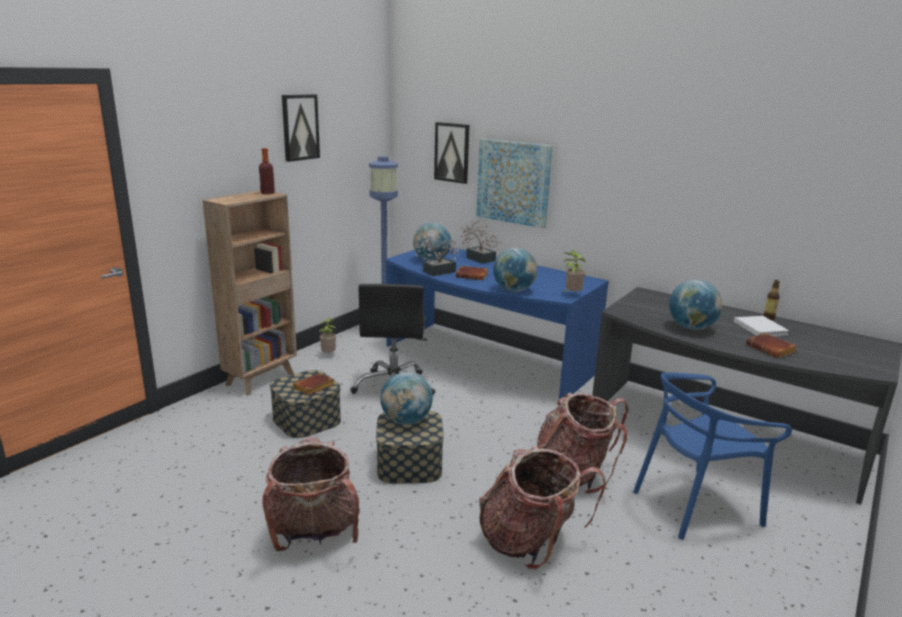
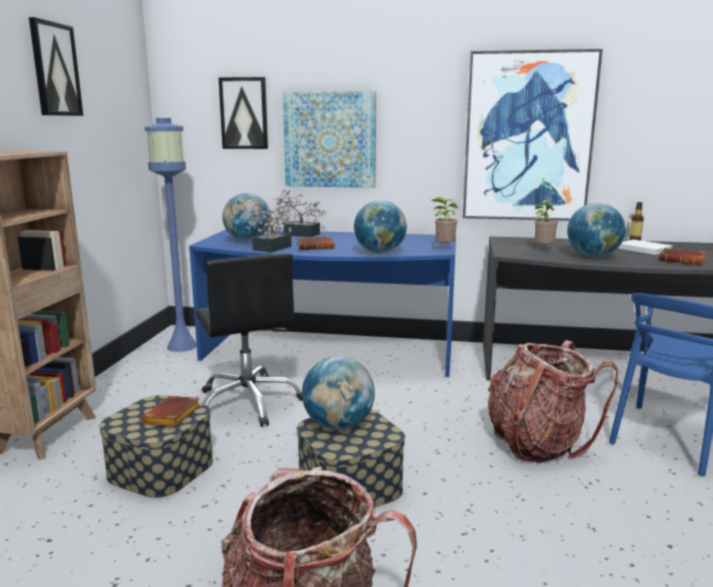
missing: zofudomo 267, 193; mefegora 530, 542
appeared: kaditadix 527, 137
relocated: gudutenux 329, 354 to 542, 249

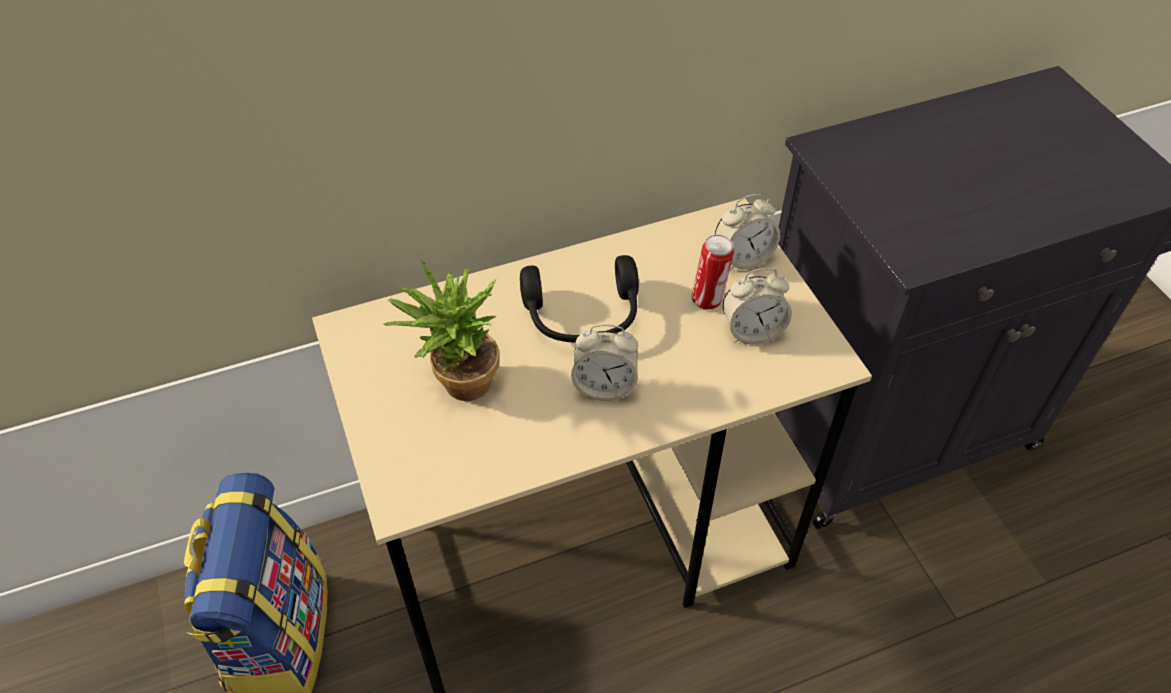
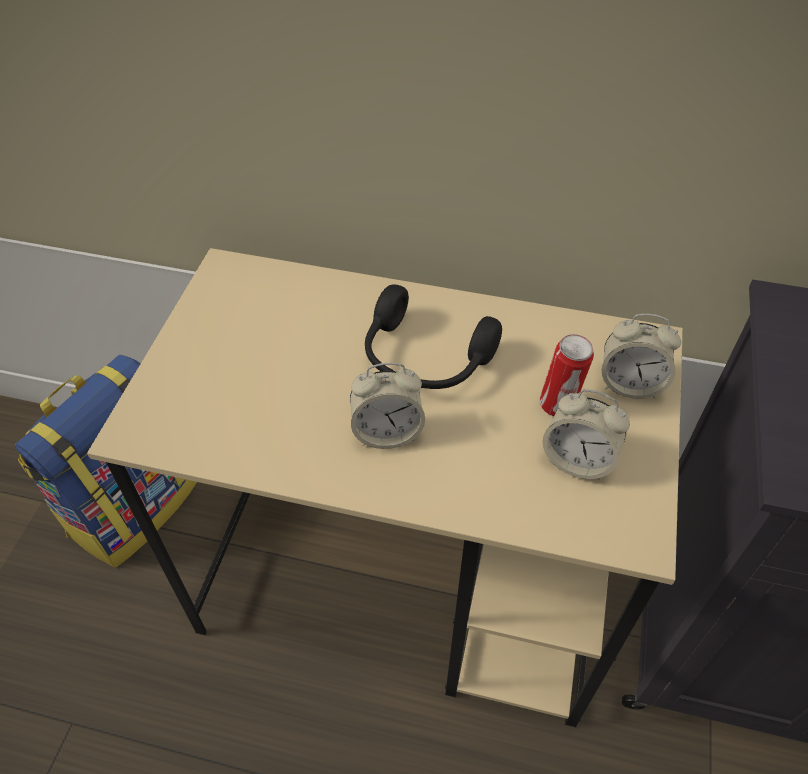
missing: gudutenux 457, 385
spun: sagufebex 604, 386 = 387, 432 45 degrees counterclockwise

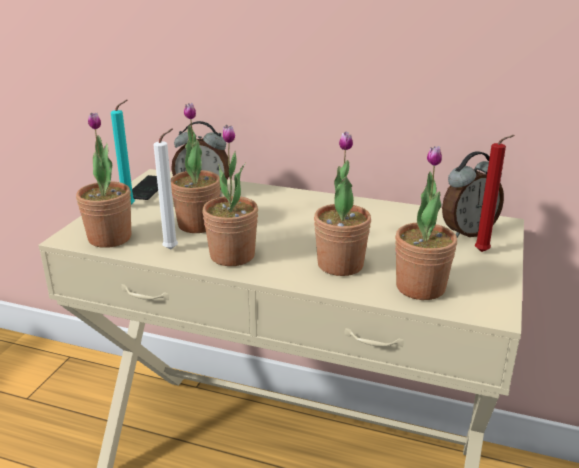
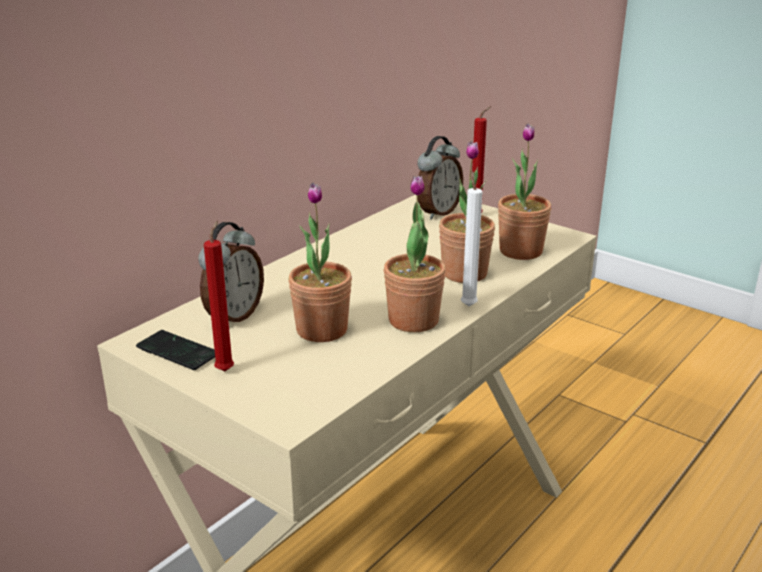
missing: gudutenux 110, 238
relocated: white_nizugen 173, 249 to 468, 305
colour: turquoise_nizugen 131, 206 to red_nizugen 226, 369
spun: sagufebex 467, 232 = 437, 212 45 degrees clockwise

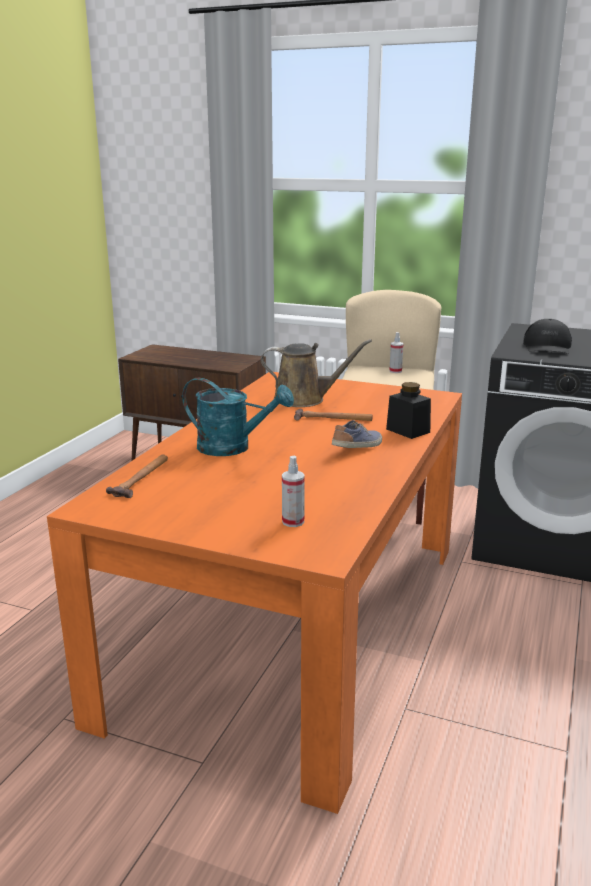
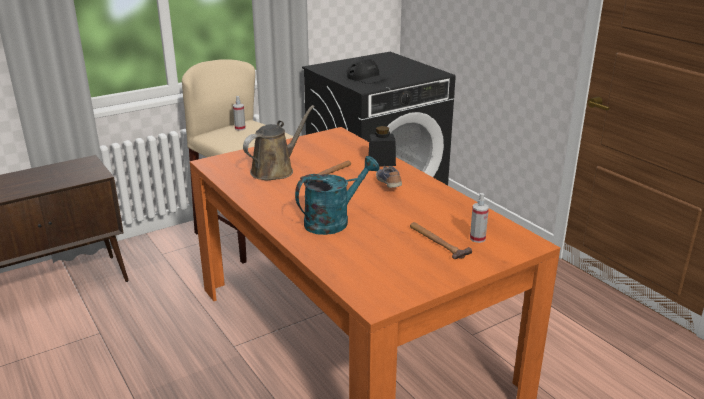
relocated: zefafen 142, 478 to 437, 242

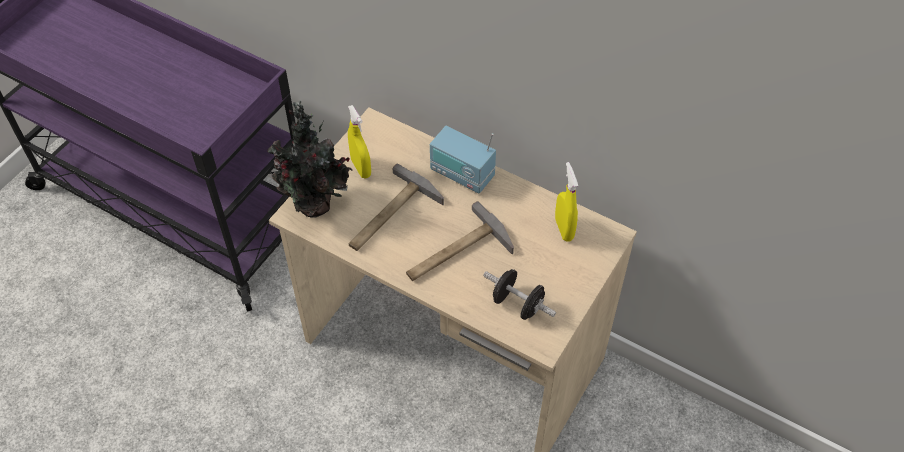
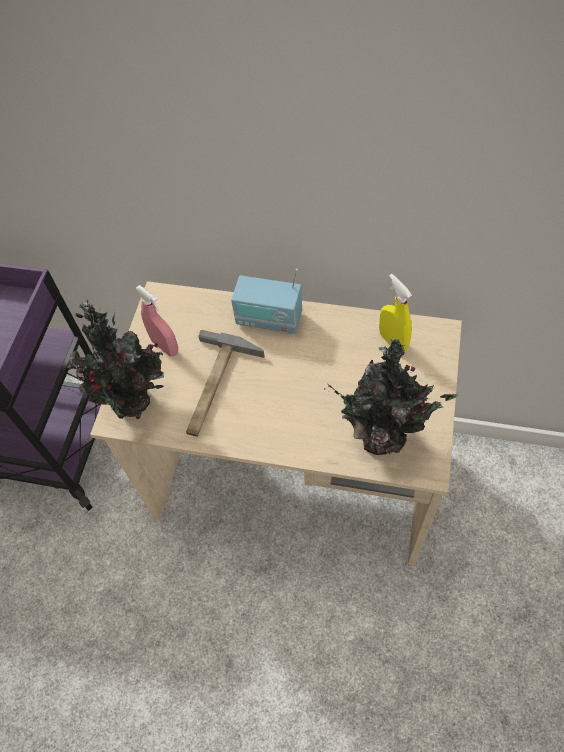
missing: zefafen 456, 253
exchanged: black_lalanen 517, 304 to gudutenux 383, 436
colour: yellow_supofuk 361, 168 to pink_supofuk 165, 346

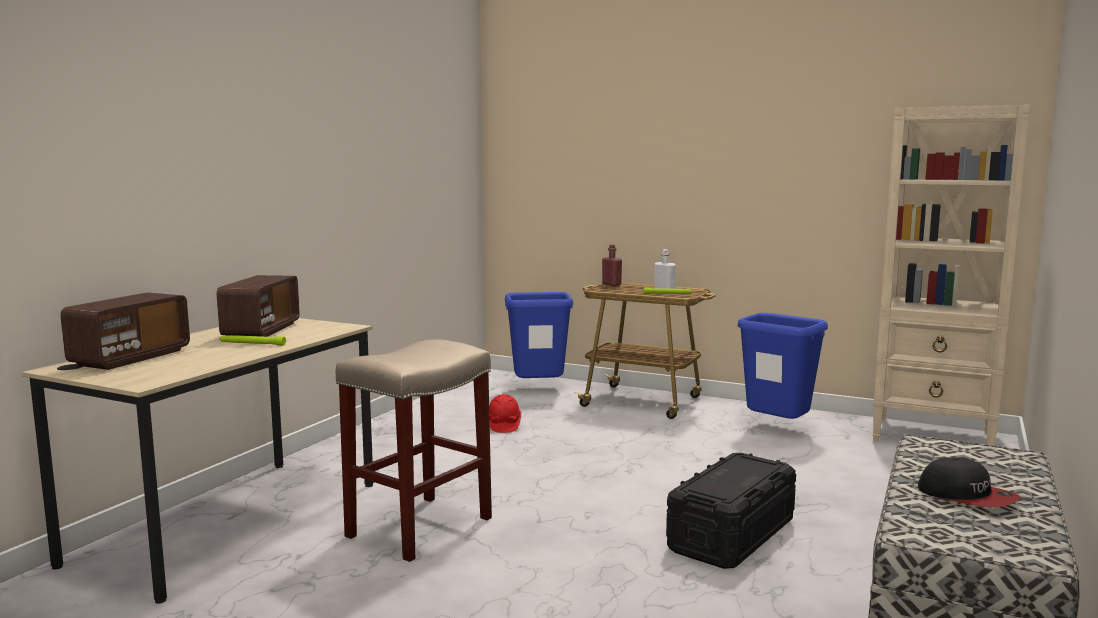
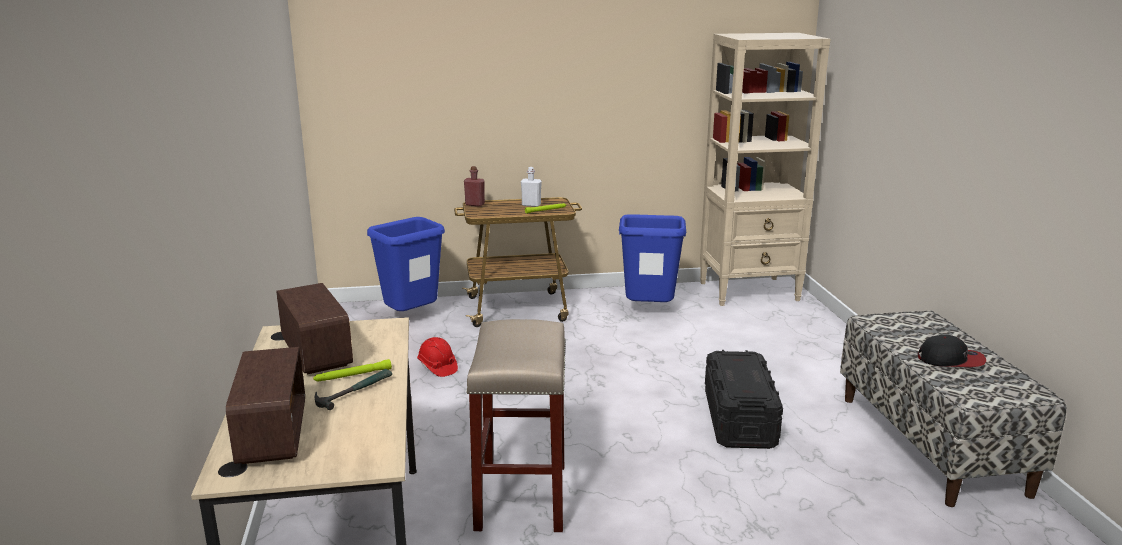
appeared: zefafen 354, 392

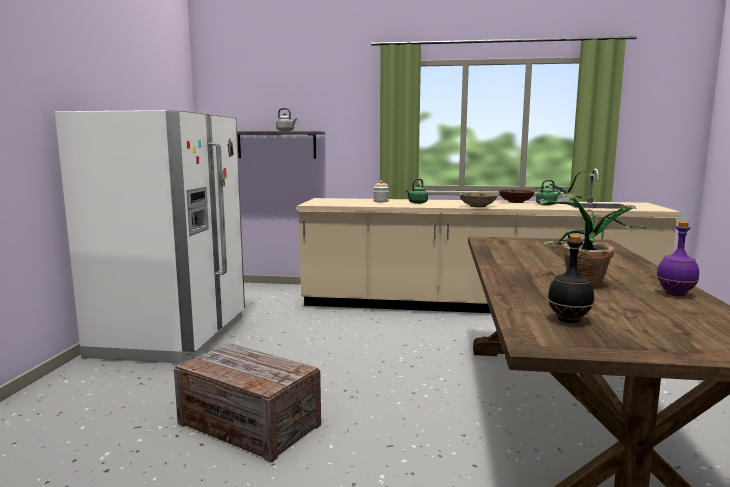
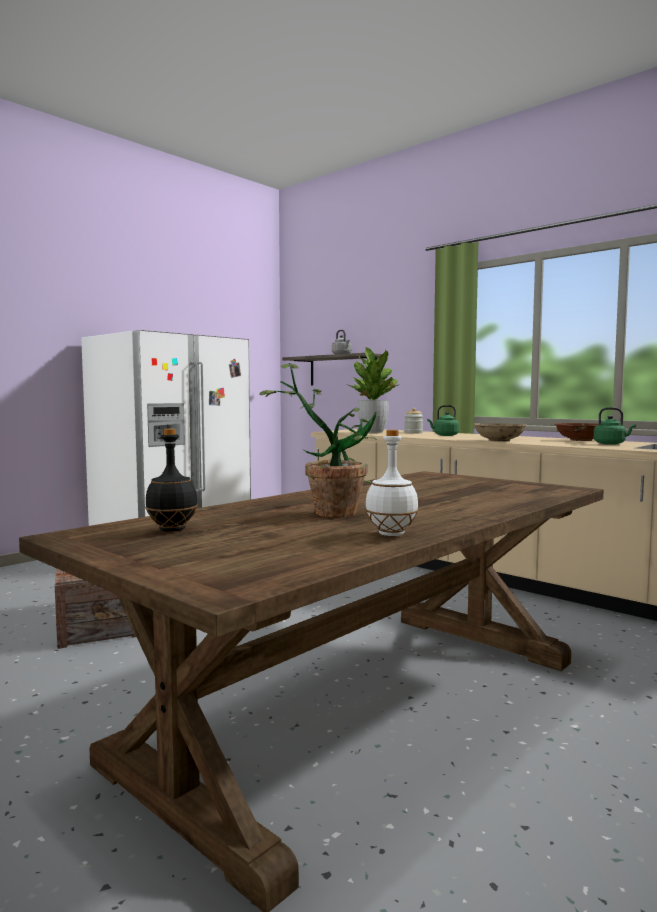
appeared: gudutenux 373, 432
colour: purple_zofudomo 674, 294 to white_zofudomo 390, 534

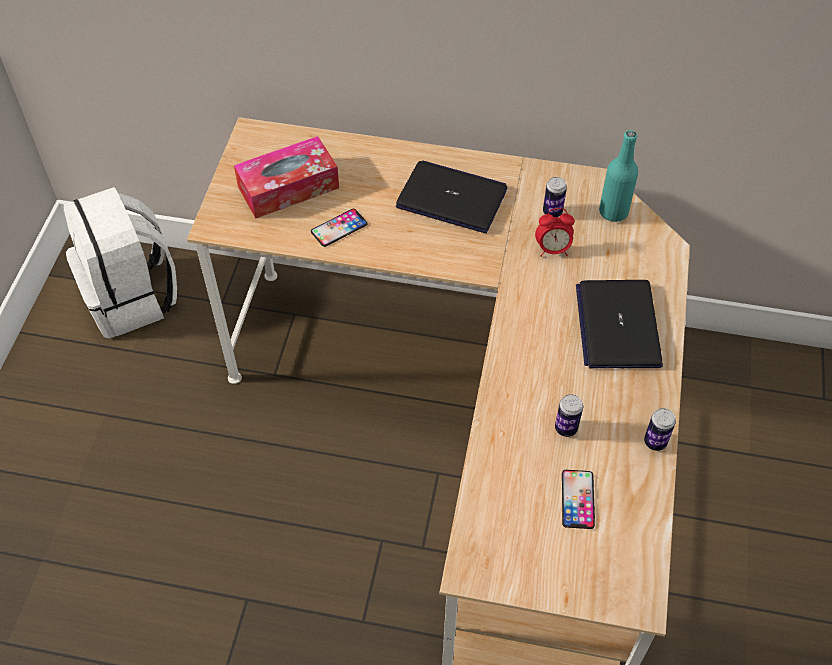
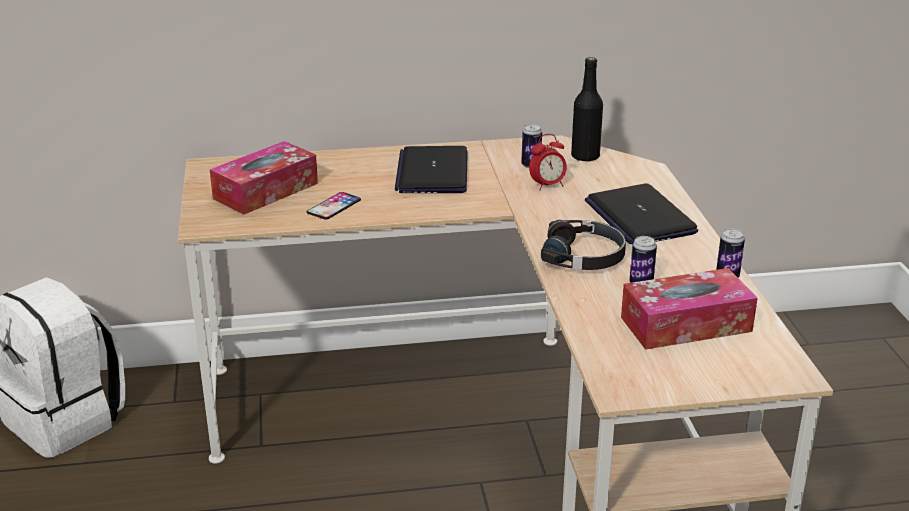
appeared: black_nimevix 584, 256
exchanged: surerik 577, 499 to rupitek 686, 324
colour: turquoise_zofudomo 613, 212 to black_zofudomo 585, 157
spun: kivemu 452, 198 = 432, 172 90 degrees counterclockwise

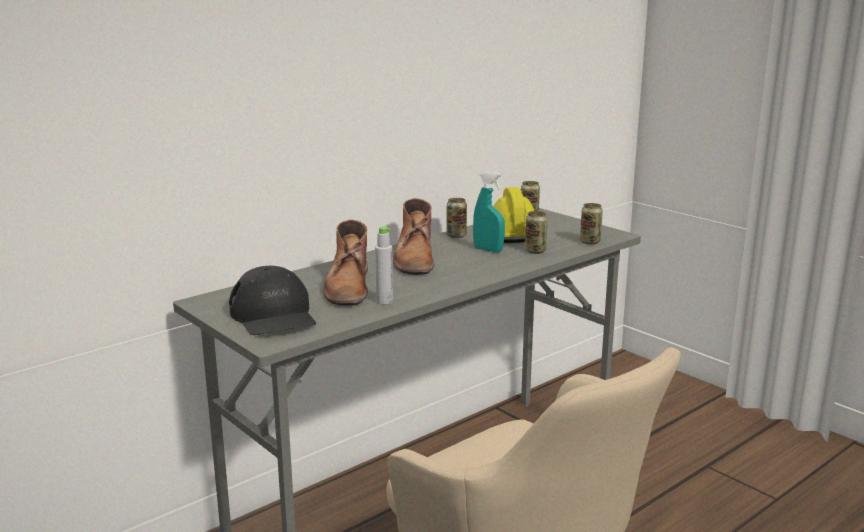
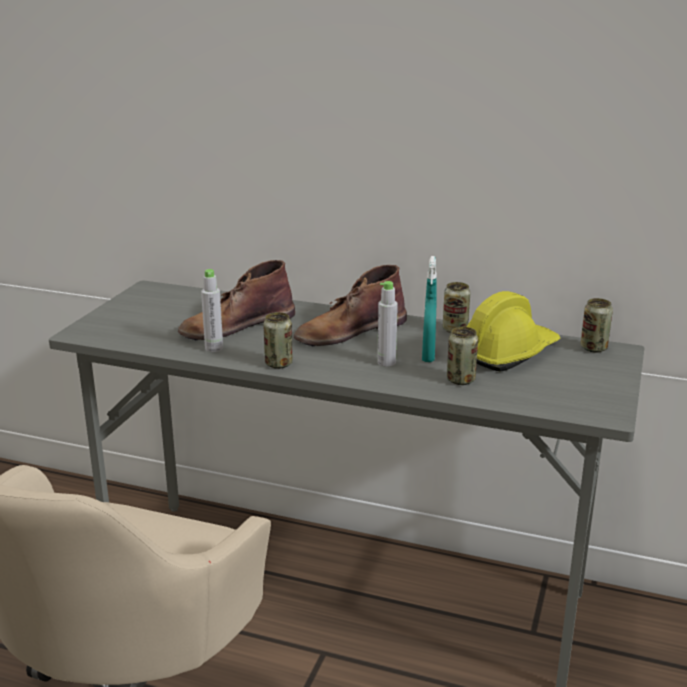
missing: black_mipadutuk 274, 316
appeared: grey_zofudomo 386, 362
relocated: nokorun 590, 242 to 278, 364

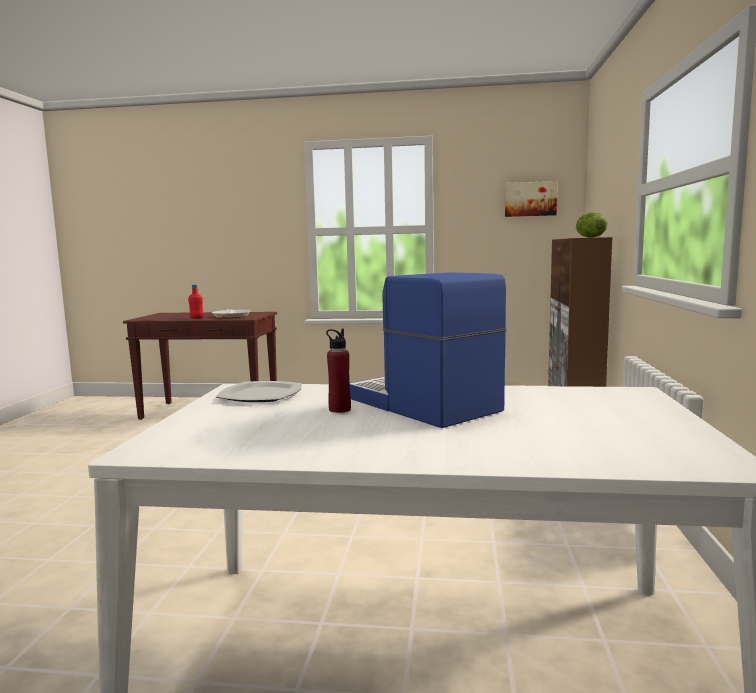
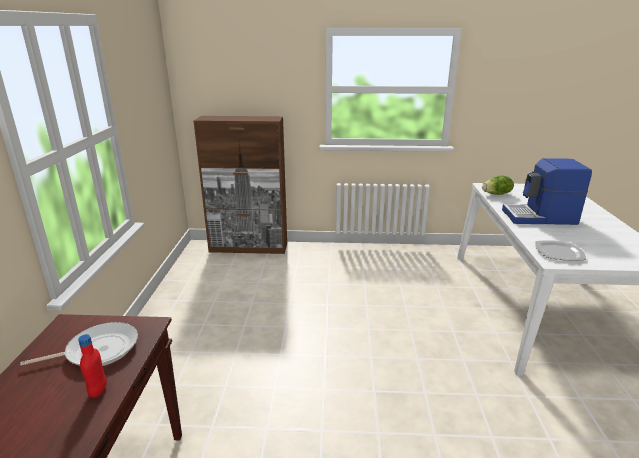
missing: kaditadix 530, 199; red_zofudomo 339, 409
relocated: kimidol 589, 237 to 497, 194
spun: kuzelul 422, 405 = 540, 217 45 degrees clockwise

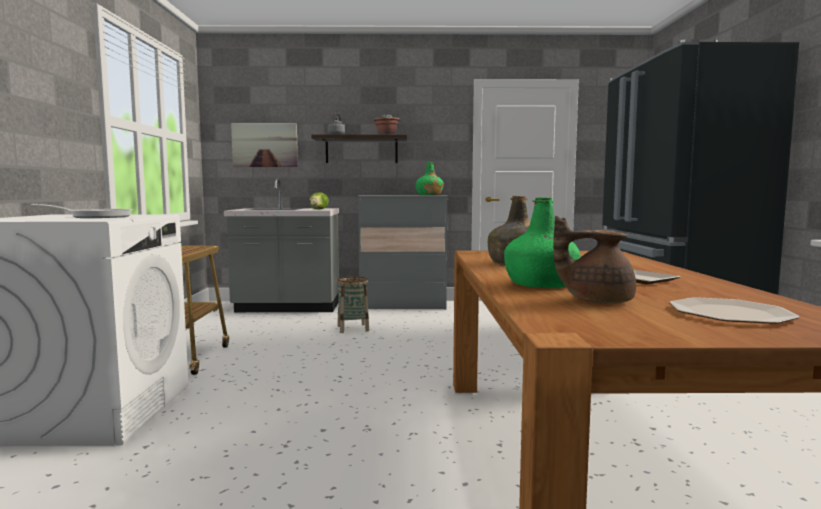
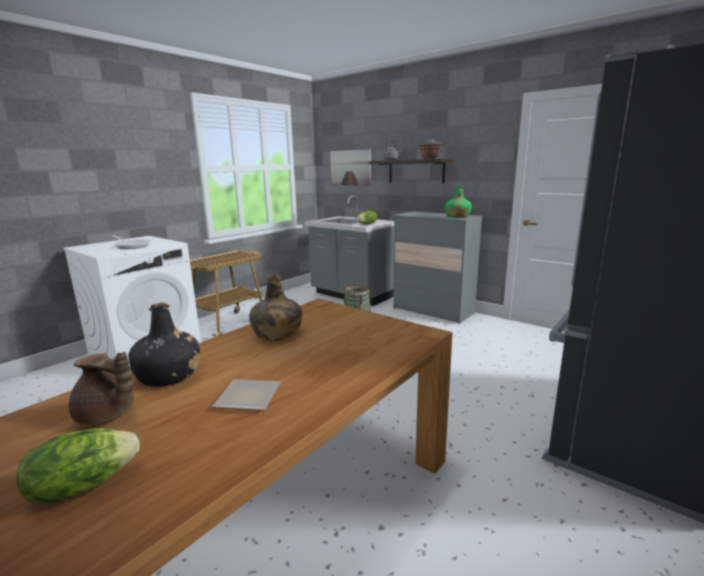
exchanged: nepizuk 729, 314 to kimidol 83, 485
colour: green_zofudomo 541, 285 to black_zofudomo 169, 376
spun: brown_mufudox 596, 301 = 107, 415 150 degrees clockwise

